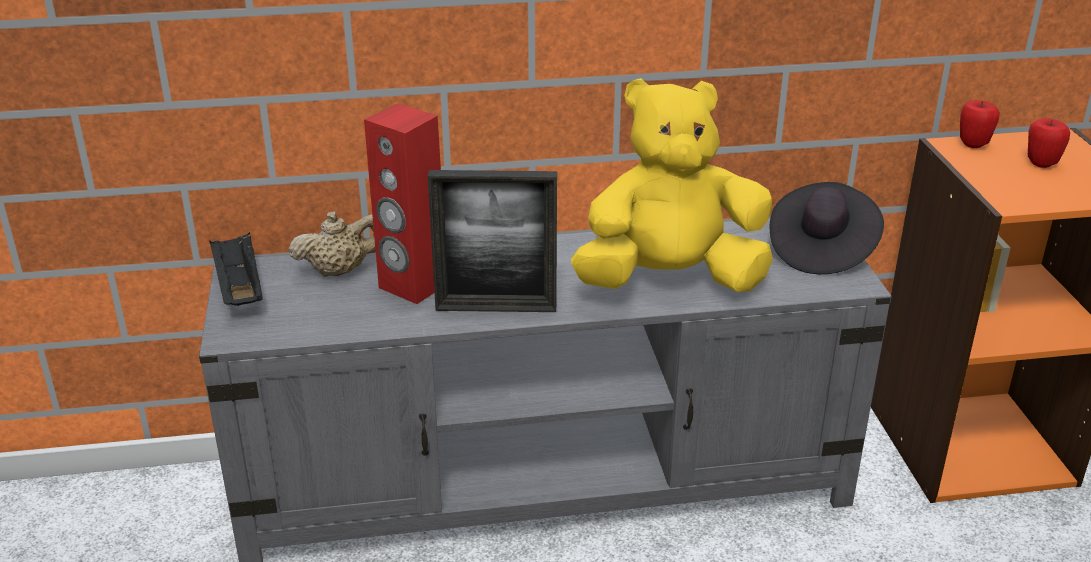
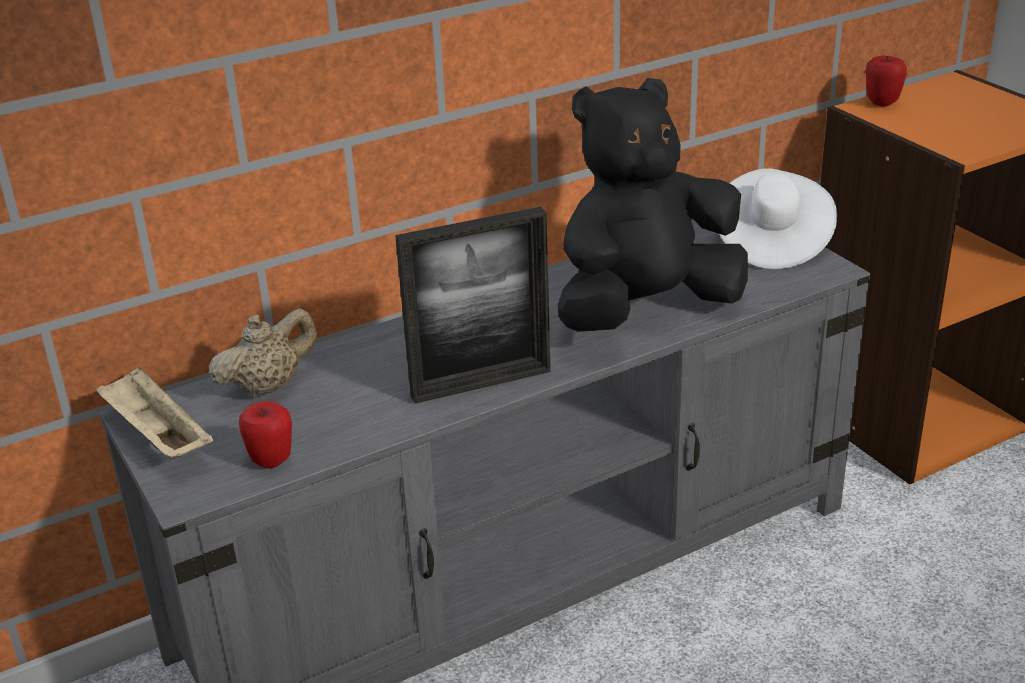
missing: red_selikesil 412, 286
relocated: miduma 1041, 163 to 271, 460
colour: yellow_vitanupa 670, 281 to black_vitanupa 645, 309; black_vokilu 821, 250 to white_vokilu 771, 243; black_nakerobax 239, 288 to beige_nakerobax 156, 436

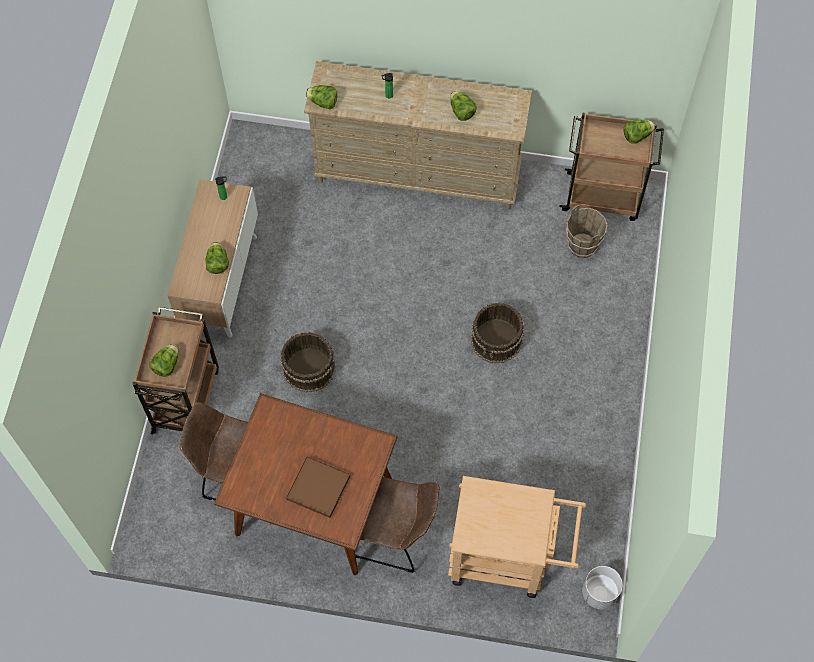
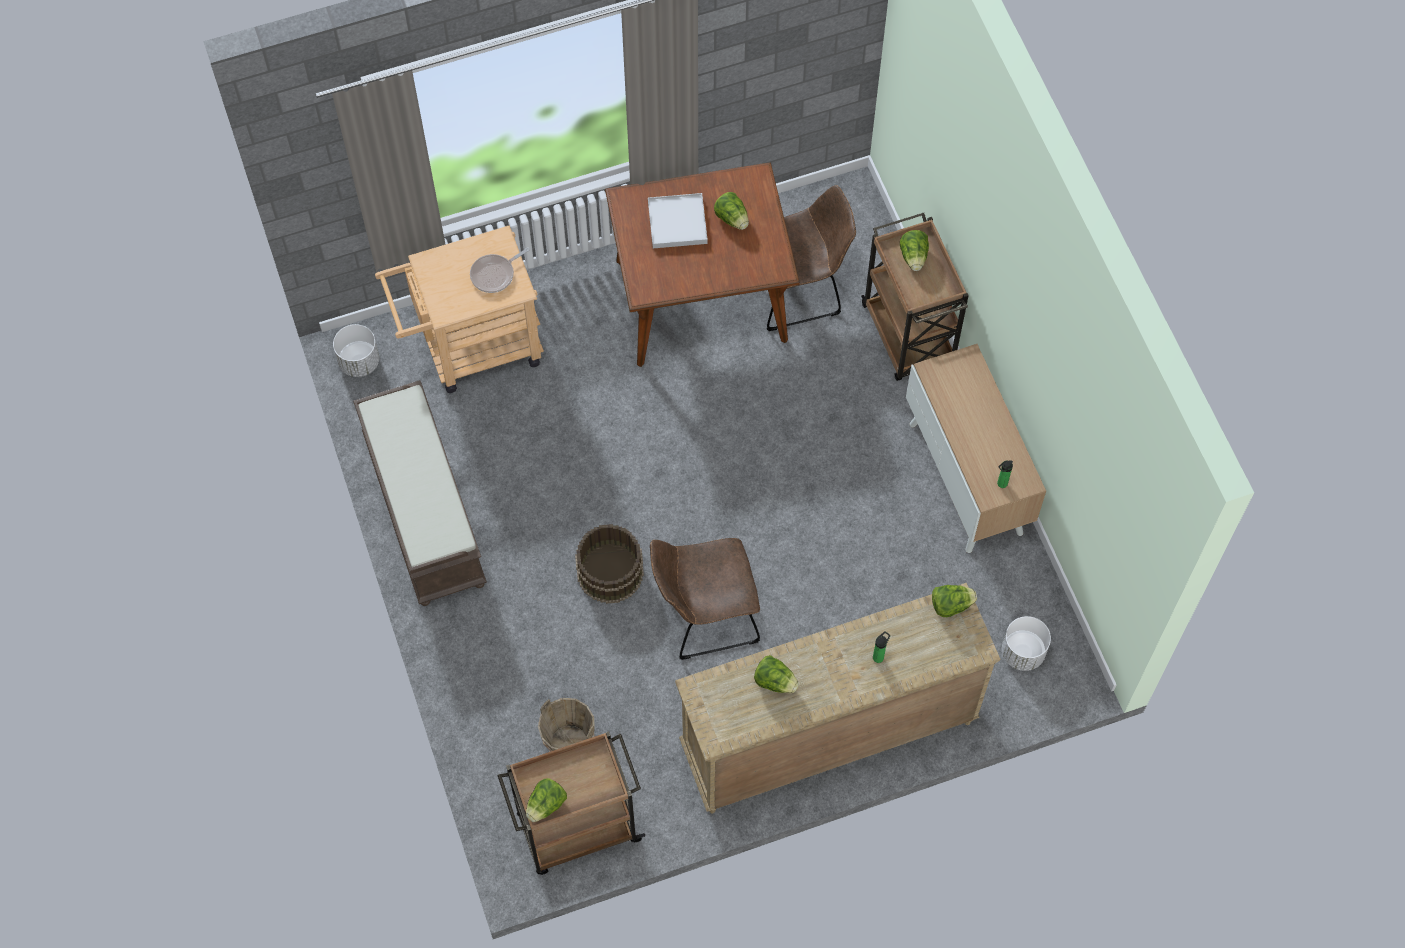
missing: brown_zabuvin 309, 368
appeared: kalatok 495, 274; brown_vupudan 423, 510; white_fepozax 1023, 653
relocated: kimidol 217, 263 to 732, 218; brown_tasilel 395, 536 to 704, 617
colour: brown_nakerobax 318, 487 to white_nakerobax 677, 223

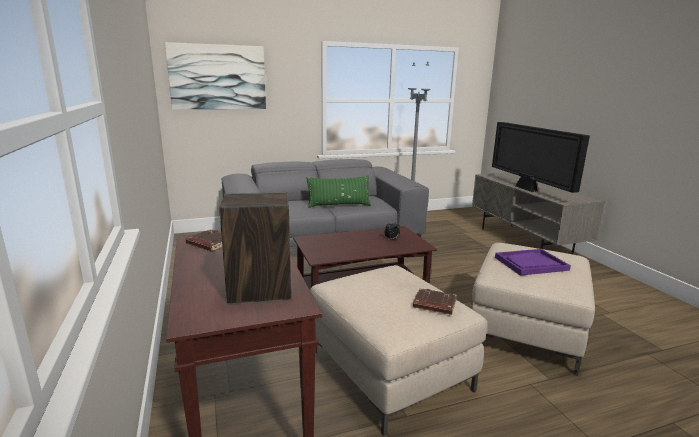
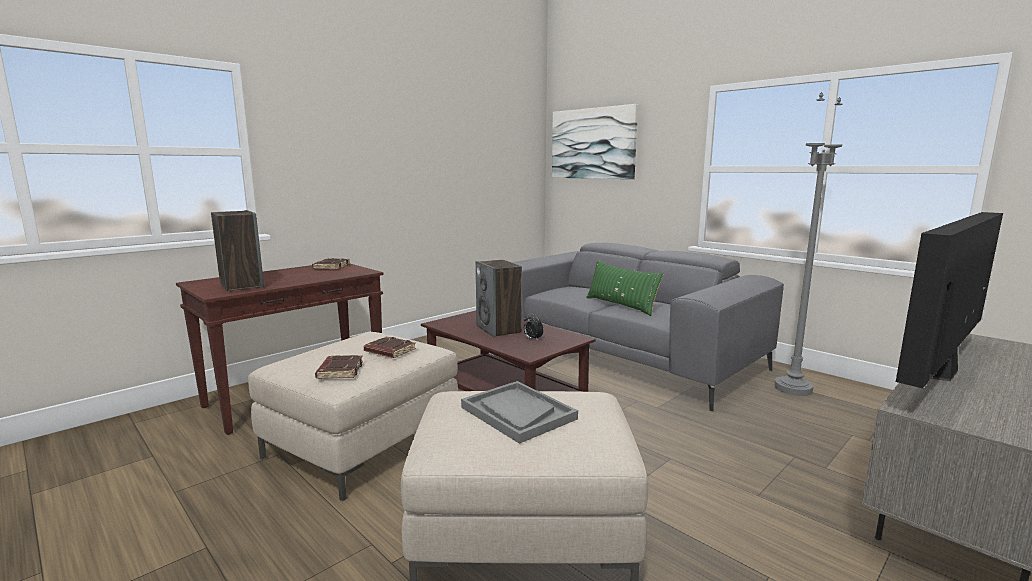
appeared: selikesil 499, 329; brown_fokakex 389, 351
colour: purple_nakerobax 531, 264 to grey_nakerobax 517, 413

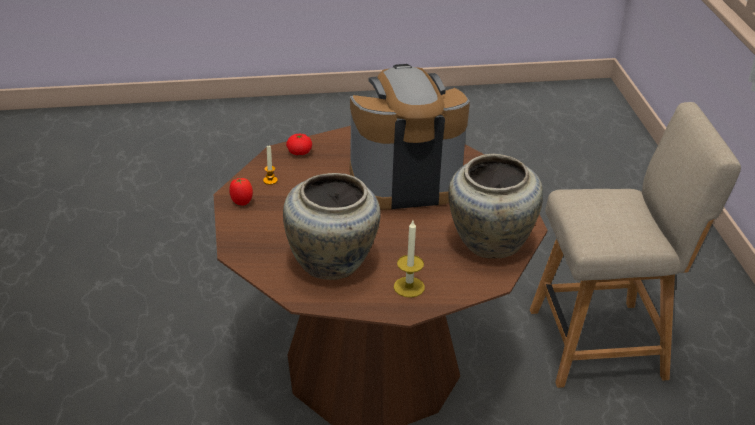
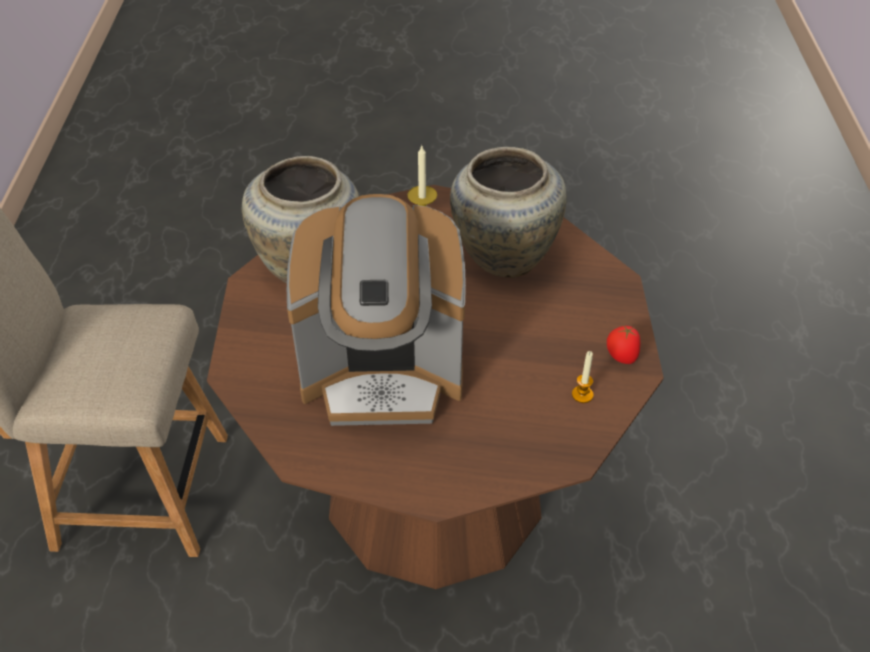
missing: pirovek 299, 152

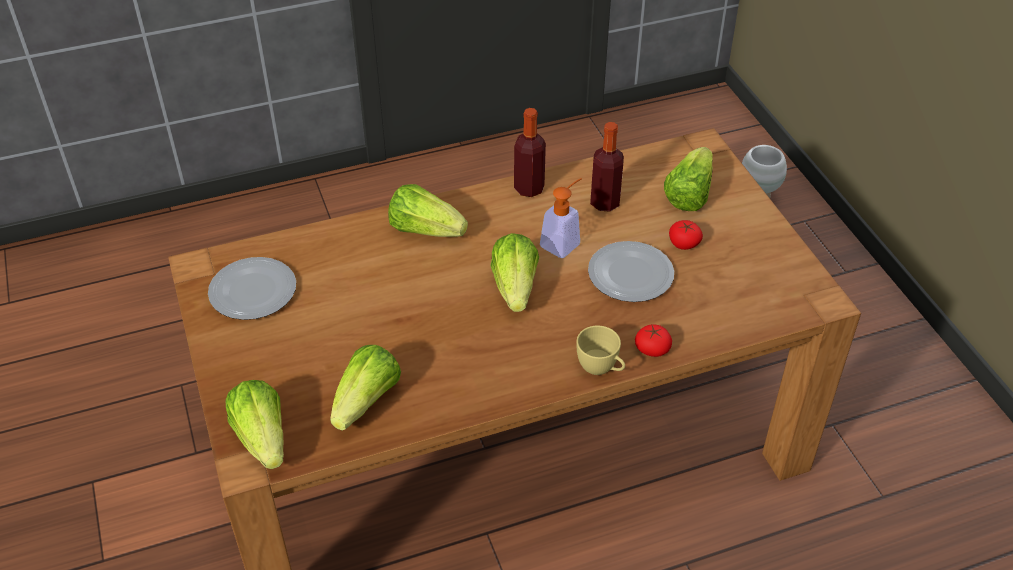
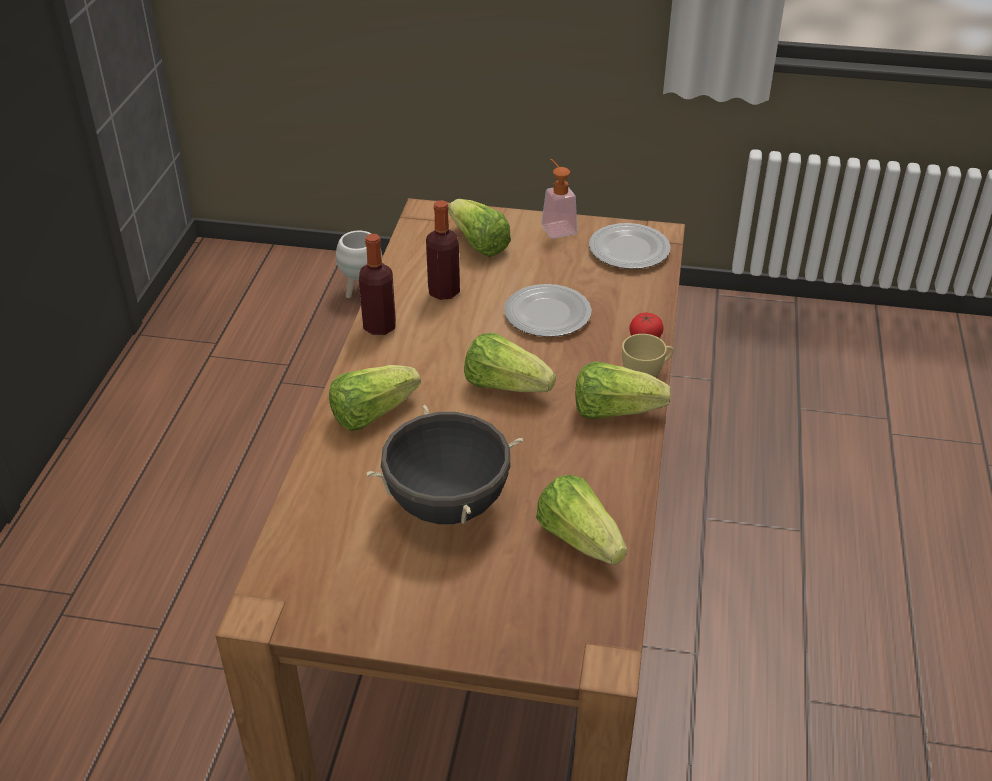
missing: pirovek 684, 243
appeared: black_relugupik 447, 505
relocated: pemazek 564, 242 to 556, 226; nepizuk 254, 291 to 629, 249; kimidol 262, 437 to 614, 411

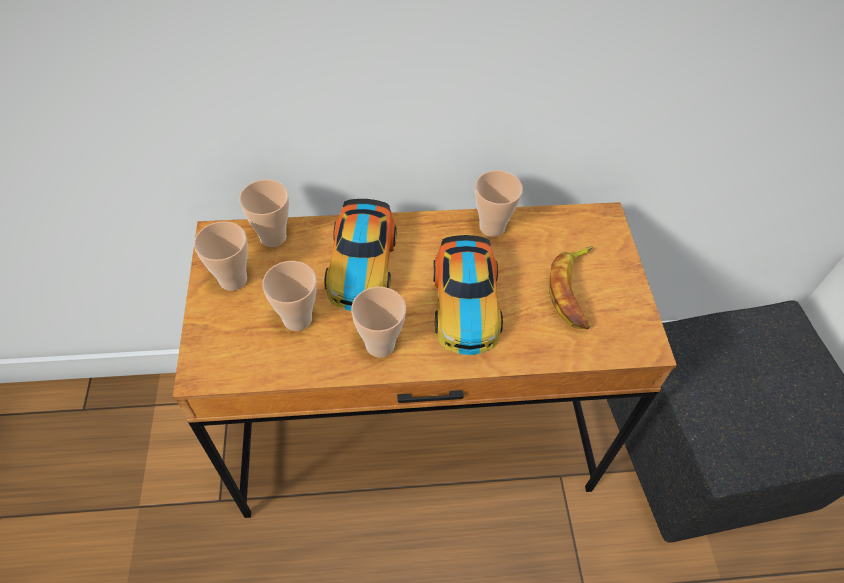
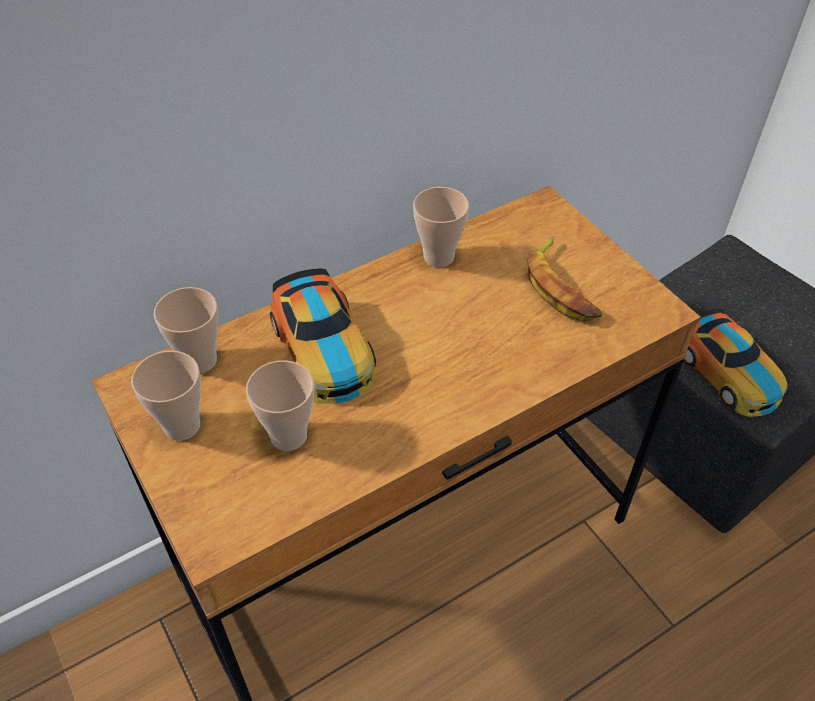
missing: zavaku 380, 345
relocated: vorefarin 465, 304 to 729, 373

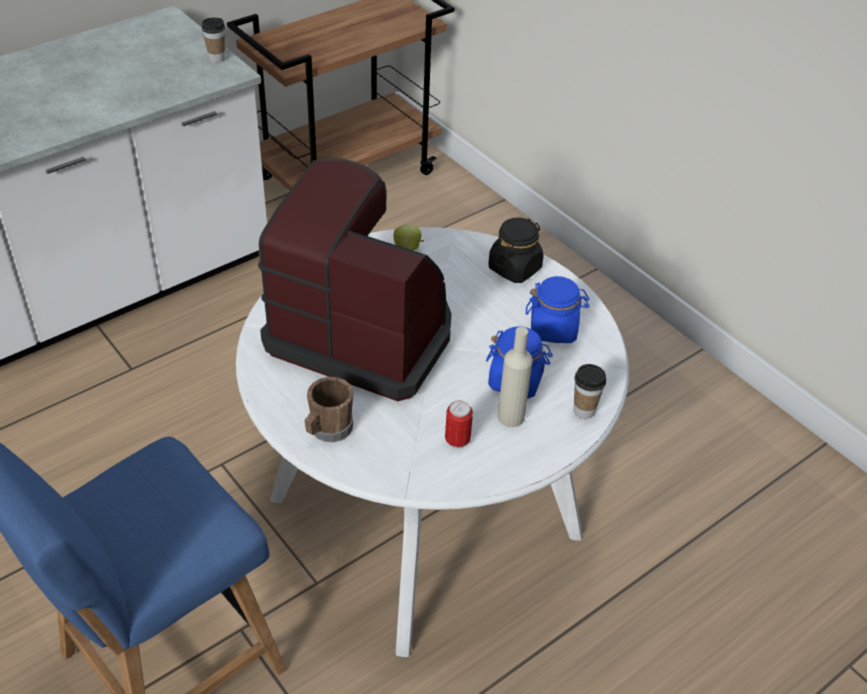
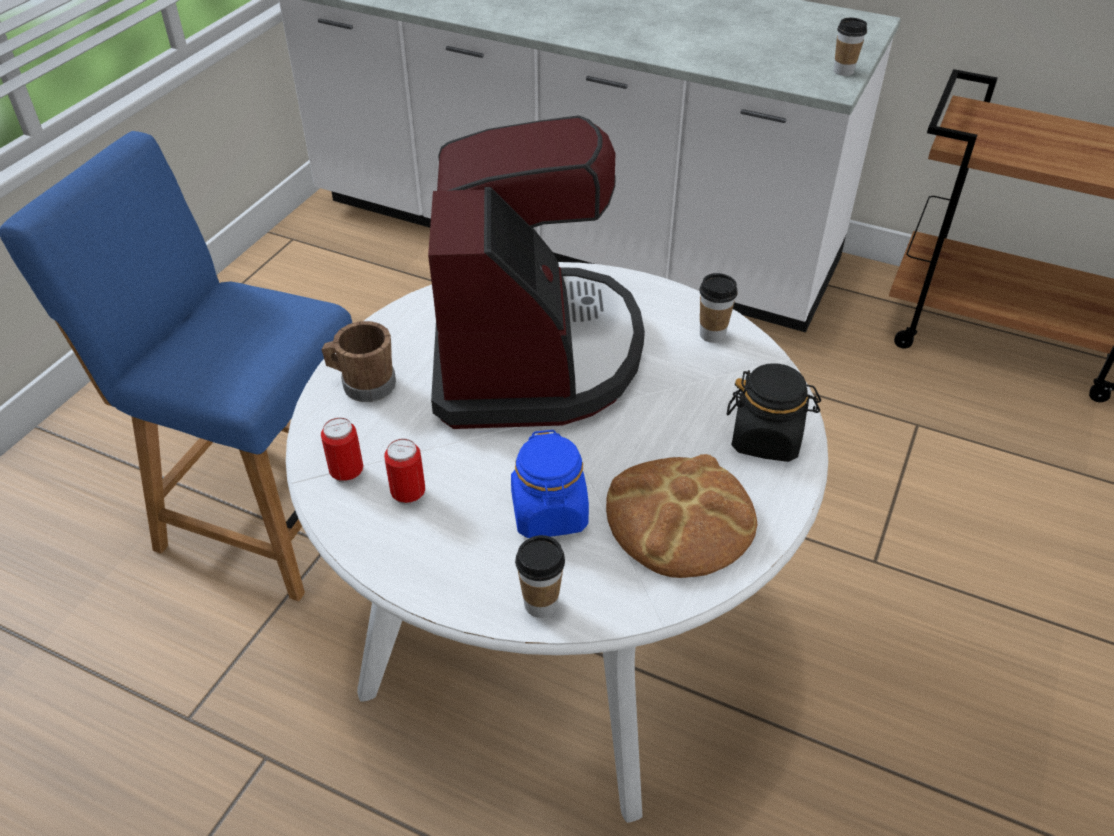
missing: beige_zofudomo 511, 417
appeared: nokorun 347, 473
exchanged: miduma 408, 248 to zavaku 712, 334; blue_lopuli 553, 329 to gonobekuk 679, 518

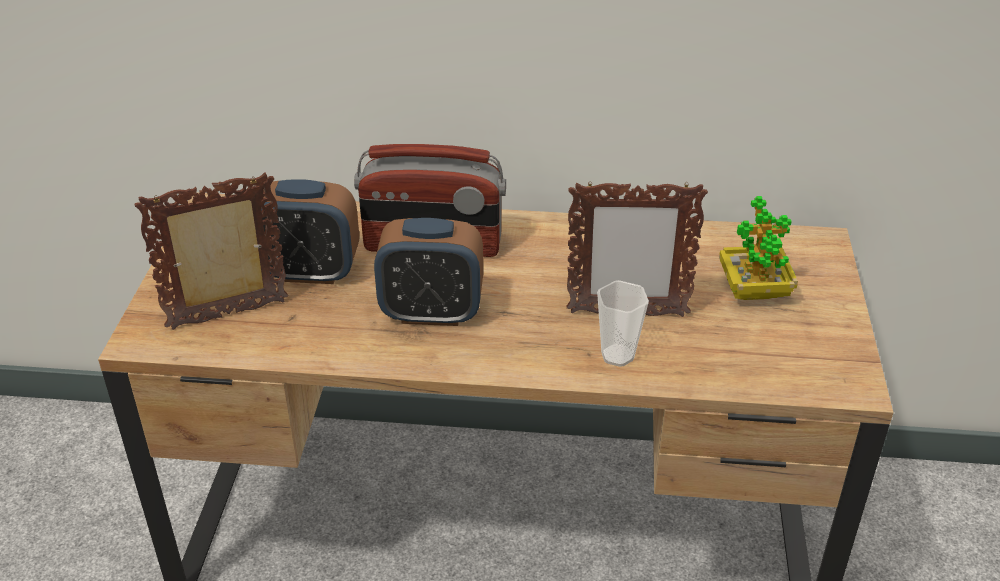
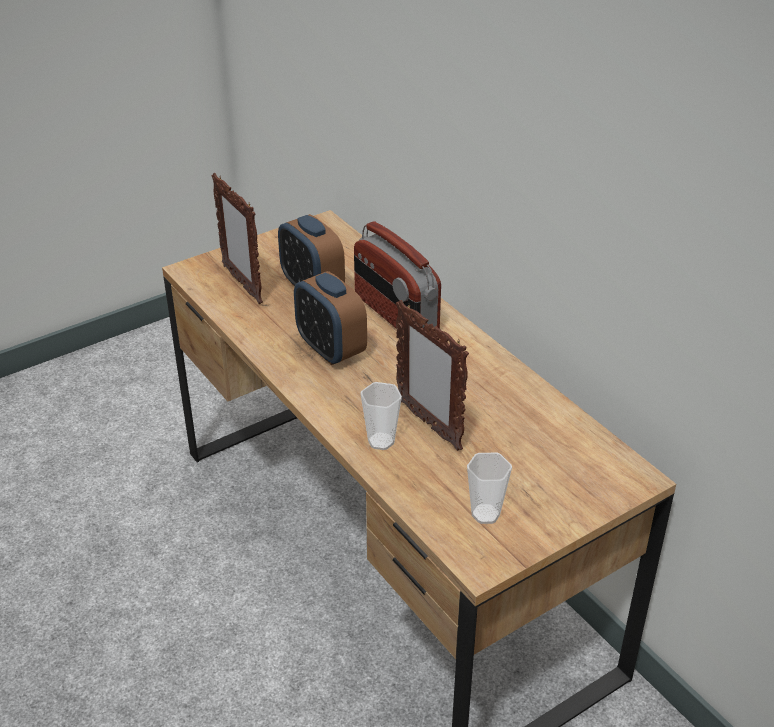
missing: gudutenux 753, 290
appeared: zavaku 485, 514
spun: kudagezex 229, 315 = 242, 284 150 degrees counterclockwise

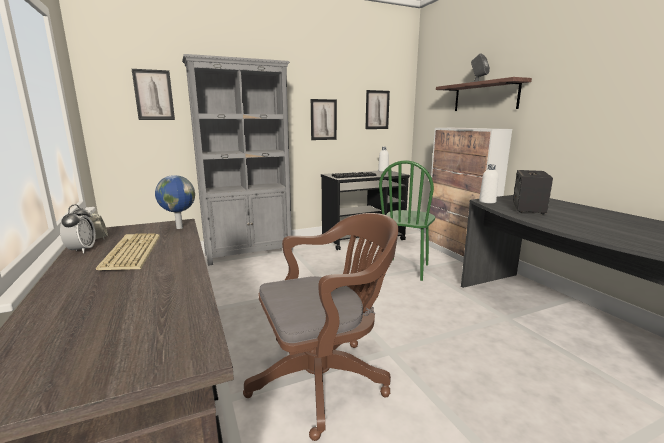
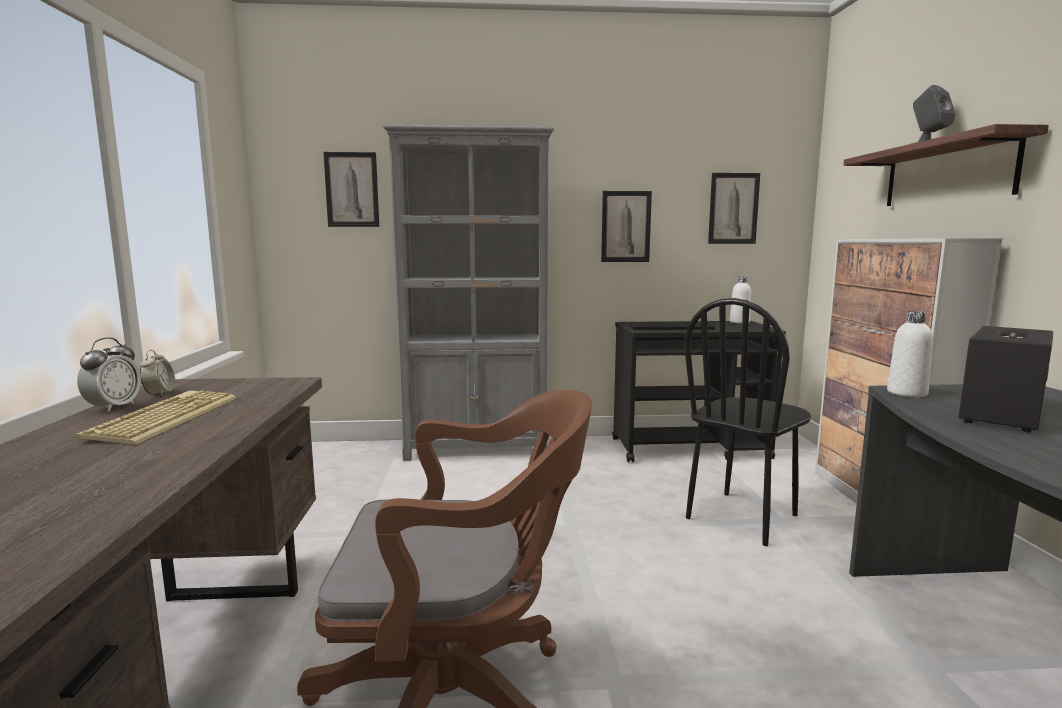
missing: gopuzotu 178, 228
colour: green_tasilel 405, 269 to black_tasilel 742, 517

